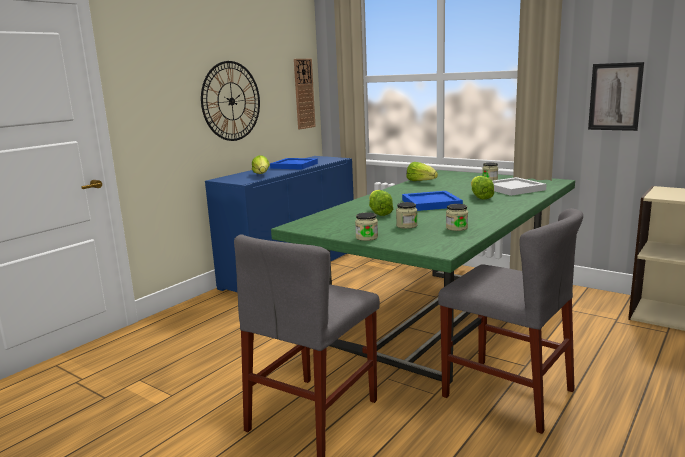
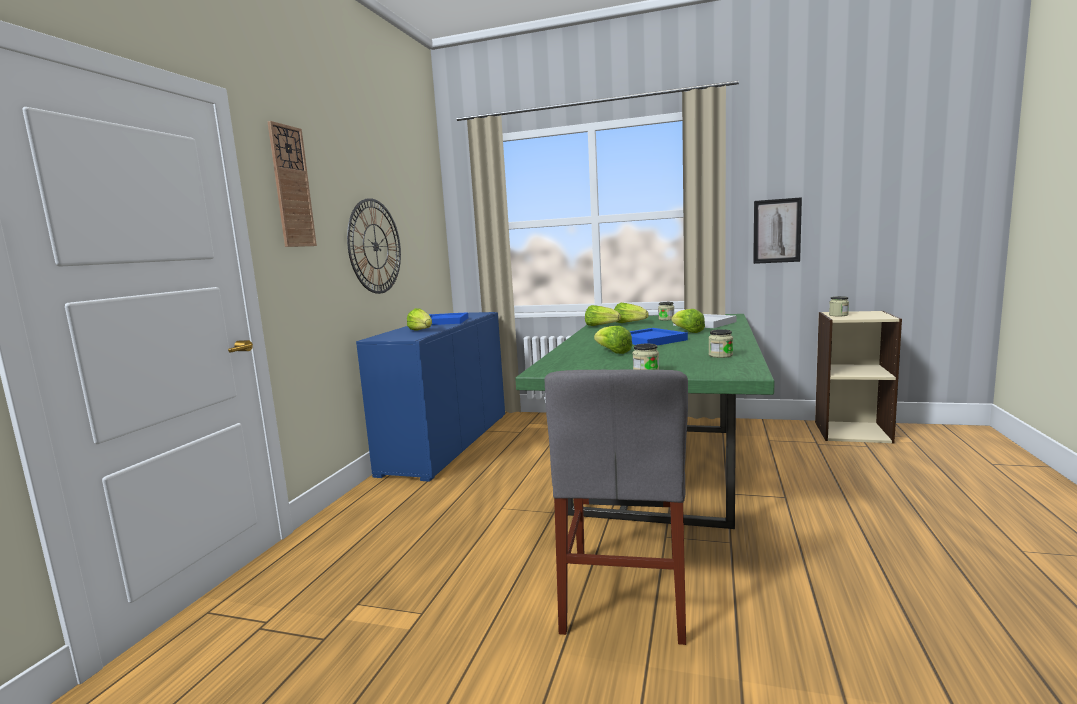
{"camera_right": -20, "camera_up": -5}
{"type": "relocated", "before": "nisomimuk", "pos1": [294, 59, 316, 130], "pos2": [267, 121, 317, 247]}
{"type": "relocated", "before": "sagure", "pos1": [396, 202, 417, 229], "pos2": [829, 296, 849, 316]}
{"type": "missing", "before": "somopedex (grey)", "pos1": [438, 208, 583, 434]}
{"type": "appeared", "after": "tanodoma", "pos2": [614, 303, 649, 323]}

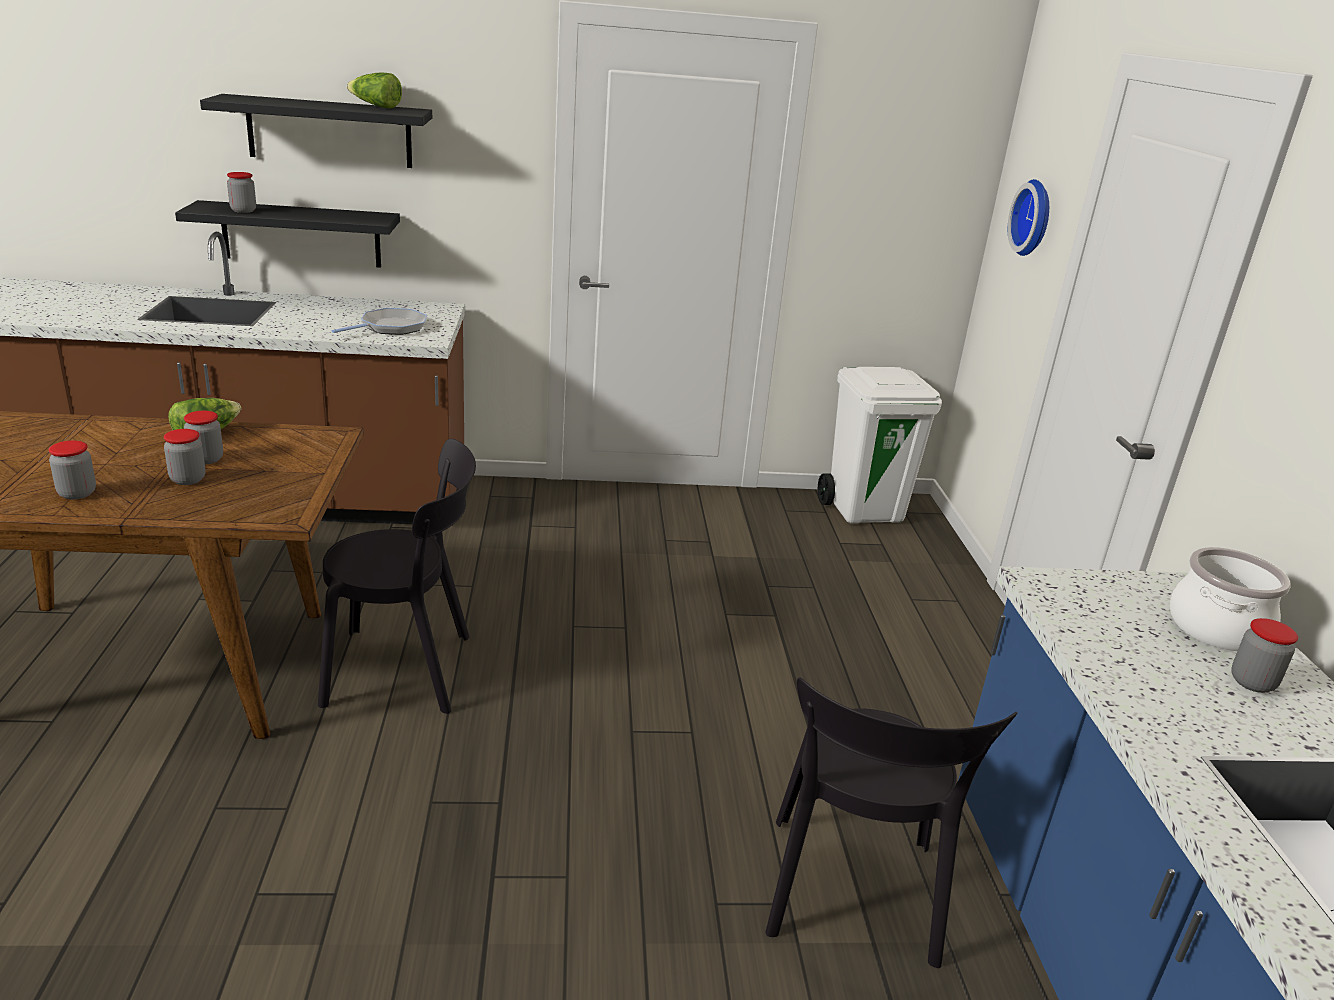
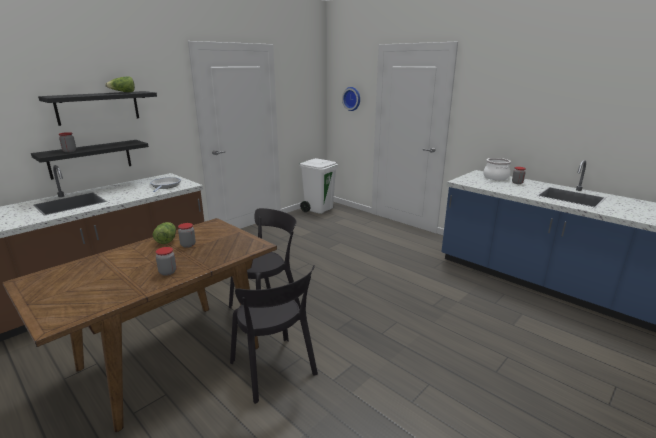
{"camera_right": -40, "camera_up": -5}
{"type": "missing", "before": "sagure", "pos1": [164, 429, 206, 485]}
{"type": "relocated", "before": "somopedex (black)", "pos1": [766, 677, 1017, 968], "pos2": [230, 265, 318, 404]}

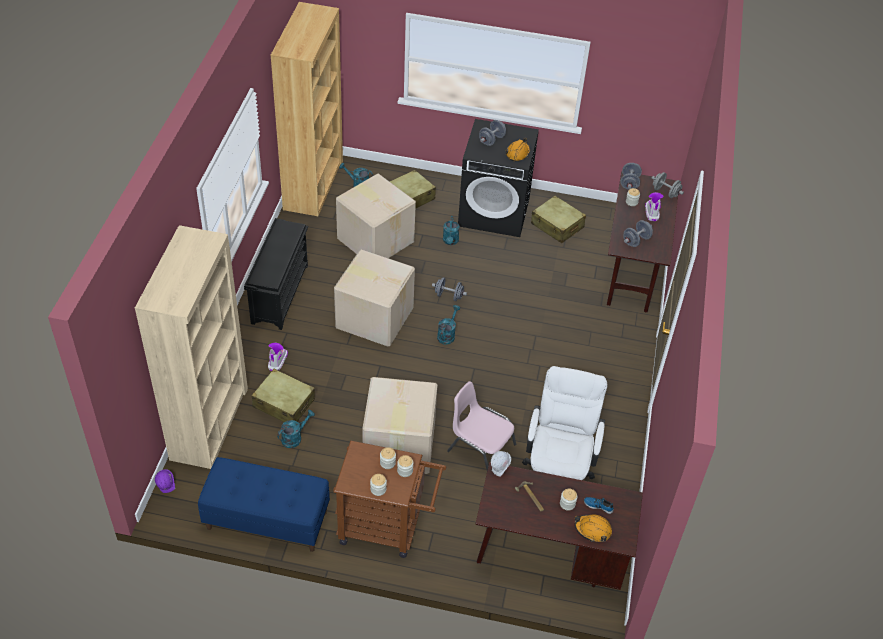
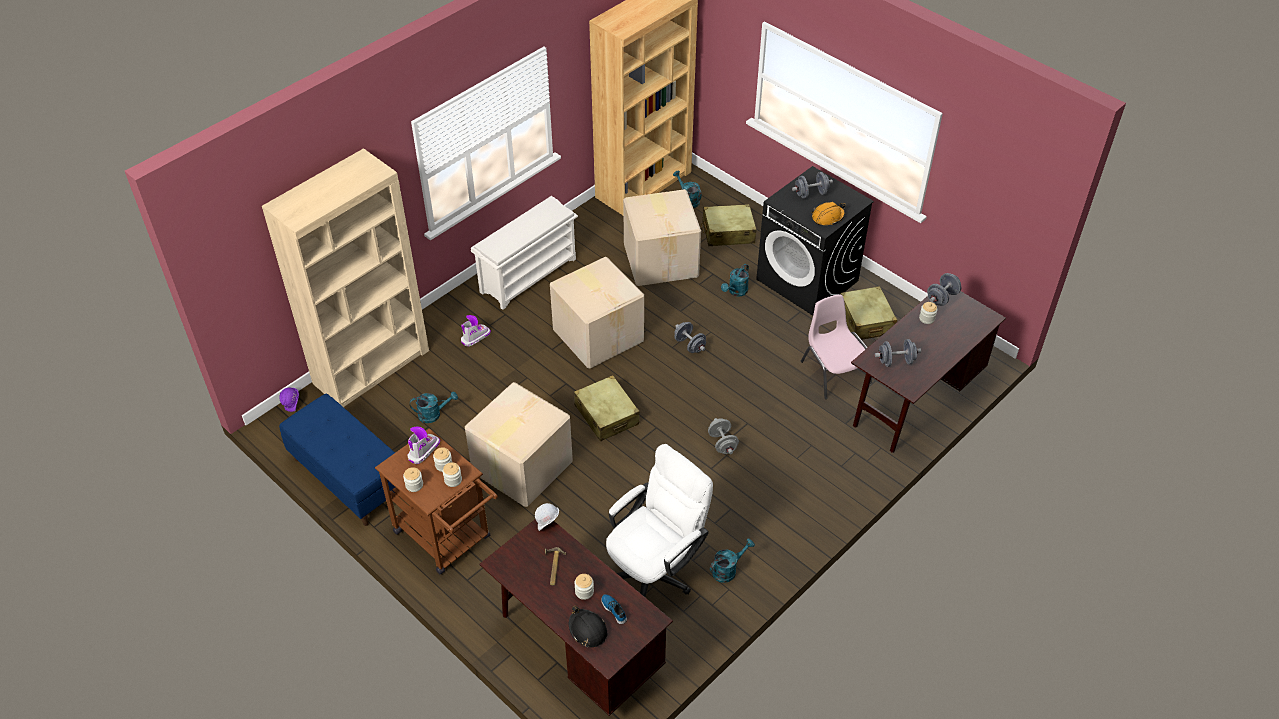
{"camera_right": 35, "camera_up": 0}
{"type": "relocated", "before": "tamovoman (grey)", "pos1": [652, 172, 684, 198], "pos2": [708, 418, 739, 454]}
{"type": "relocated", "before": "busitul", "pos1": [645, 192, 664, 221], "pos2": [407, 427, 440, 464]}
{"type": "colour", "before": "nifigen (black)", "after": "nifigen (white)", "pos1": [244, 218, 308, 330], "pos2": [471, 196, 578, 310]}
{"type": "relocated", "before": "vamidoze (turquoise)", "pos1": [437, 305, 460, 345], "pos2": [710, 538, 755, 583]}
{"type": "relocated", "before": "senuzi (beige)", "pos1": [252, 369, 315, 422], "pos2": [574, 375, 640, 442]}
{"type": "relocated", "before": "somopedex (pink)", "pos1": [447, 381, 516, 470], "pos2": [801, 294, 872, 399]}
{"type": "colour", "before": "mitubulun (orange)", "after": "mitubulun (black)", "pos1": [575, 515, 612, 542], "pos2": [569, 606, 607, 647]}

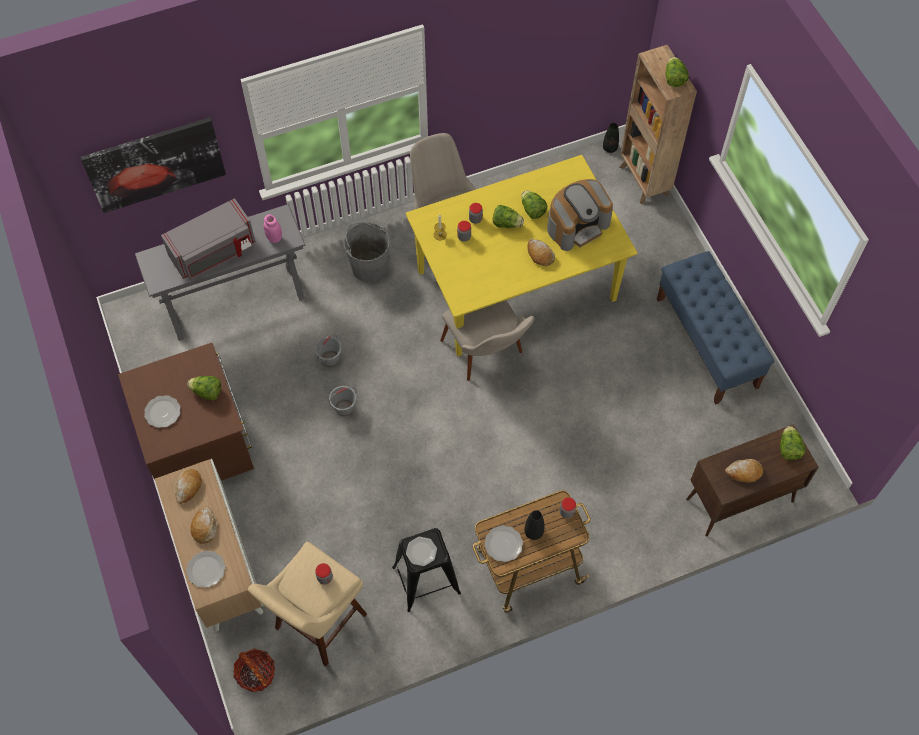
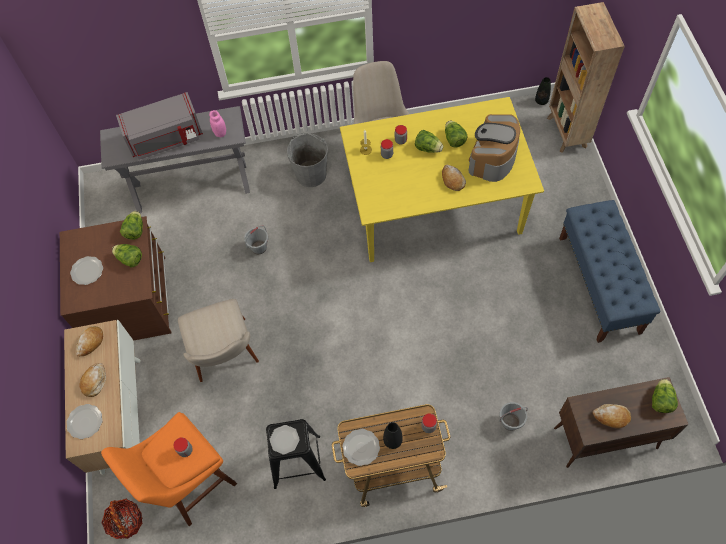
{"camera_right": 15, "camera_up": 0}
{"type": "relocated", "before": "tanodoma", "pos1": [665, 57, 689, 87], "pos2": [120, 211, 143, 240]}
{"type": "missing", "before": "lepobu", "pos1": [80, 117, 226, 213]}
{"type": "spun", "before": "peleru", "pos1": [547, 179, 613, 251], "pos2": [469, 114, 520, 182], "turn": 135}
{"type": "relocated", "before": "somopedex (beige)", "pos1": [440, 300, 534, 381], "pos2": [178, 299, 259, 382]}
{"type": "relocated", "before": "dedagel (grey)", "pos1": [329, 386, 357, 416], "pos2": [499, 402, 528, 431]}
{"type": "colour", "before": "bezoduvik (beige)", "after": "bezoduvik (orange)", "pos1": [248, 542, 367, 666], "pos2": [101, 412, 237, 526]}

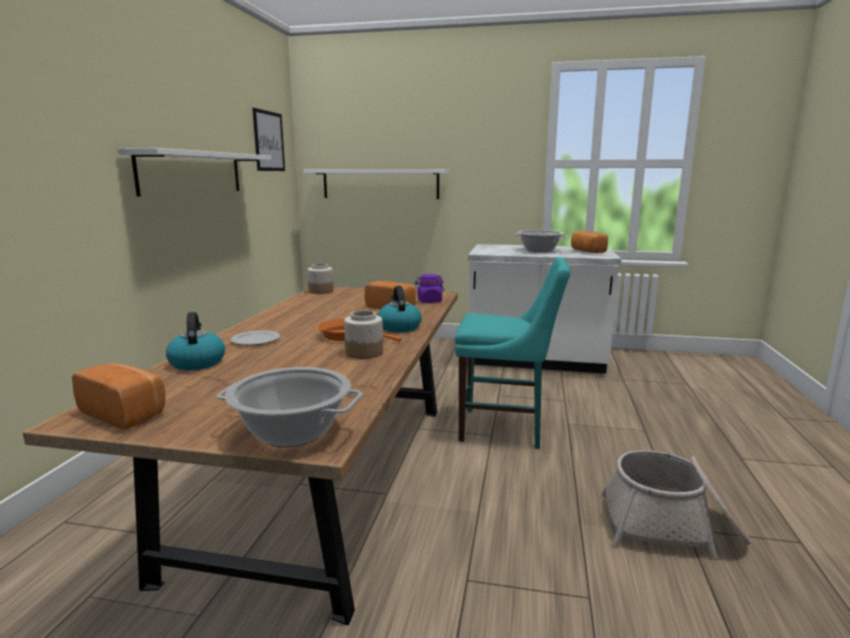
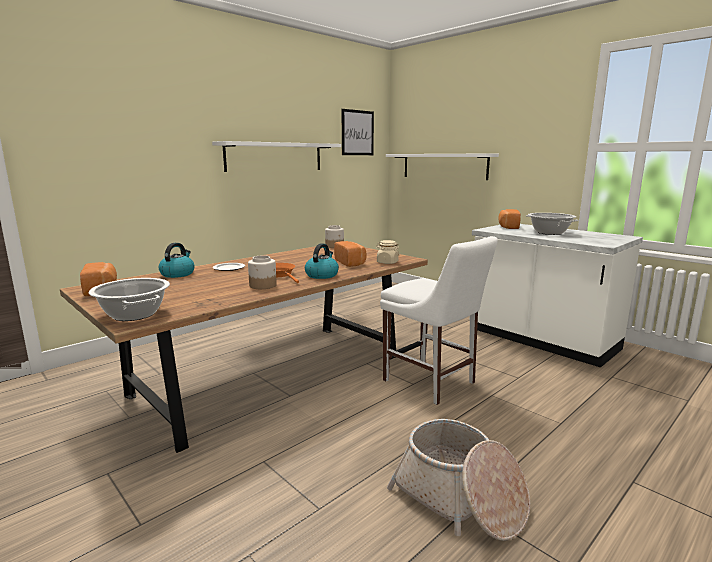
{"camera_right": 35, "camera_up": 0}
{"type": "relocated", "before": "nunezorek", "pos1": [571, 231, 608, 253], "pos2": [498, 209, 521, 229]}
{"type": "colour", "before": "somopedex (turquoise)", "after": "somopedex (white)", "pos1": [455, 257, 570, 449], "pos2": [380, 236, 498, 405]}
{"type": "colour", "before": "sagure (purple)", "after": "sagure (beige)", "pos1": [415, 274, 444, 303], "pos2": [376, 240, 400, 264]}

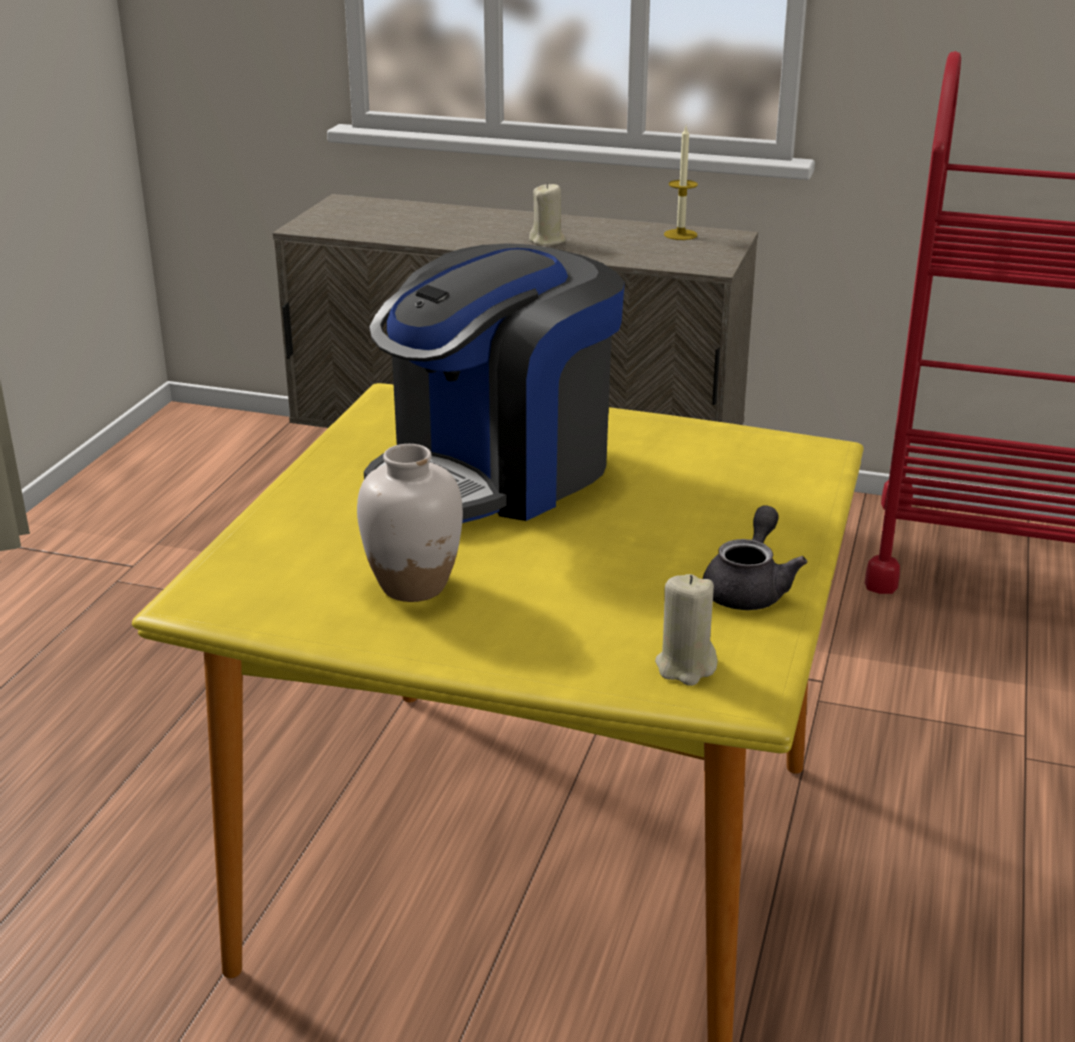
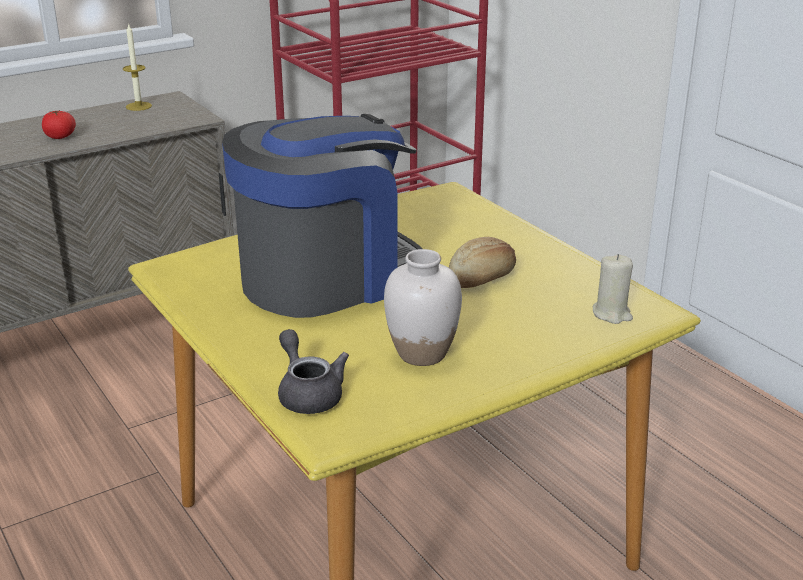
{"camera_right": -50, "camera_up": 0}
{"type": "exchanged", "before": "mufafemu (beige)", "after": "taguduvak", "pos1": [529, 183, 566, 246], "pos2": [42, 110, 76, 139]}
{"type": "spun", "before": "peleru", "pos1": [364, 243, 625, 523], "pos2": [222, 114, 422, 318], "turn": -120}
{"type": "relocated", "before": "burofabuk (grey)", "pos1": [703, 506, 807, 610], "pos2": [278, 329, 349, 414]}
{"type": "appeared", "after": "nunezorek", "pos2": [449, 237, 516, 288]}

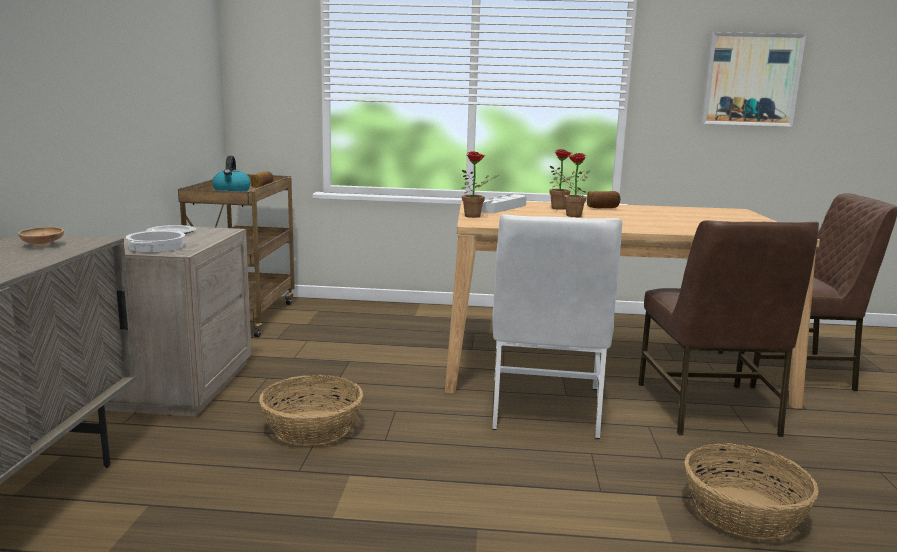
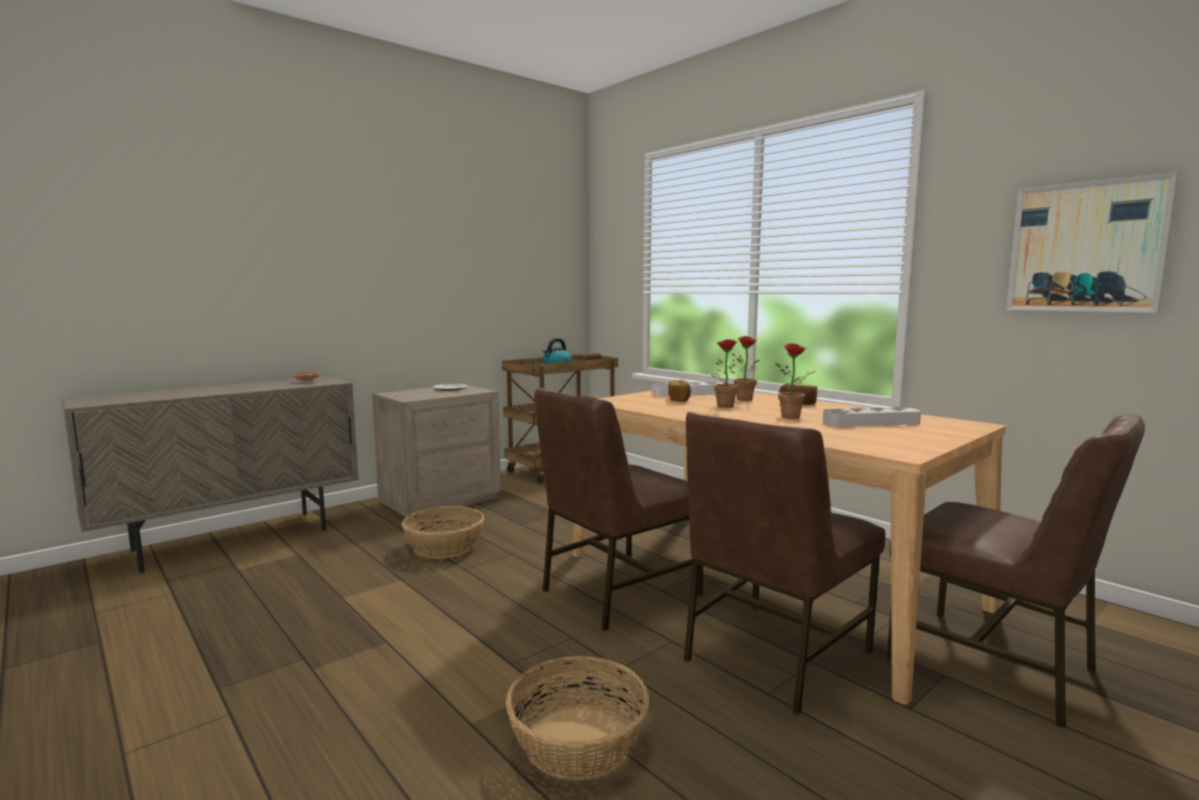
{"camera_right": 45, "camera_up": -5}
{"type": "relocated", "before": "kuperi", "pos1": [461, 151, 499, 218], "pos2": [775, 343, 815, 418]}
{"type": "colour", "before": "somopedex (white)", "after": "somopedex (brown)", "pos1": [492, 214, 622, 439], "pos2": [534, 388, 703, 631]}
{"type": "missing", "before": "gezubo", "pos1": [126, 229, 185, 252]}
{"type": "appeared", "after": "nunezorek", "pos2": [669, 380, 691, 402]}
{"type": "appeared", "after": "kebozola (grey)", "pos2": [823, 407, 921, 427]}

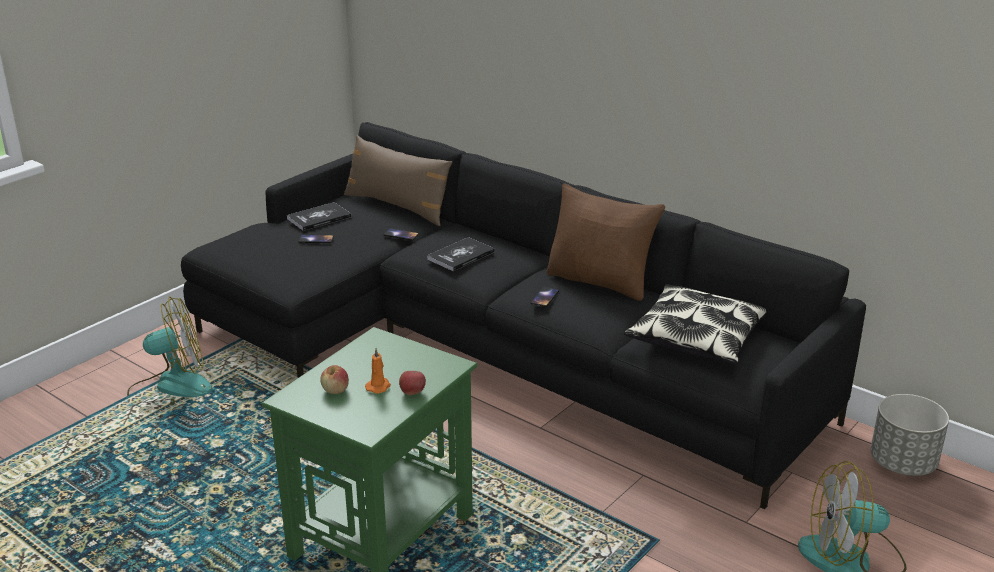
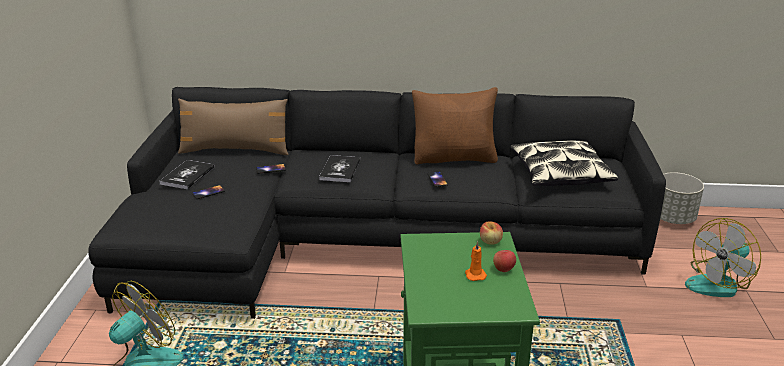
{"camera_right": -35, "camera_up": 0}
{"type": "relocated", "before": "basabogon", "pos1": [320, 365, 349, 394], "pos2": [480, 222, 503, 245]}

